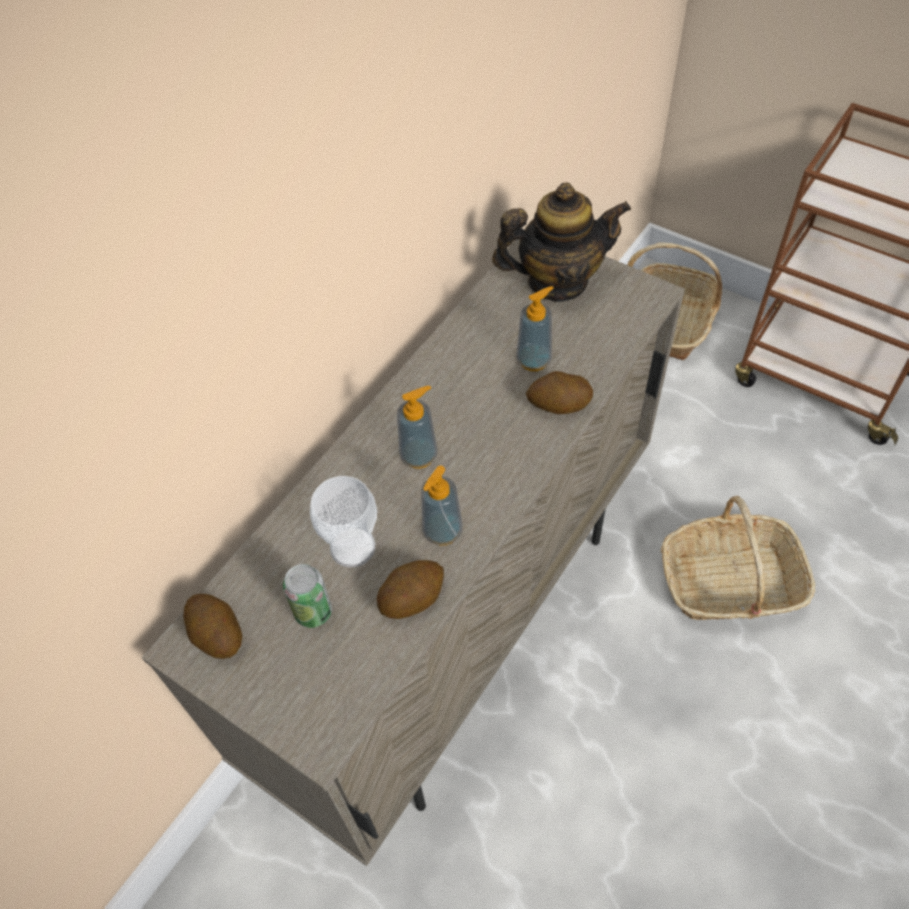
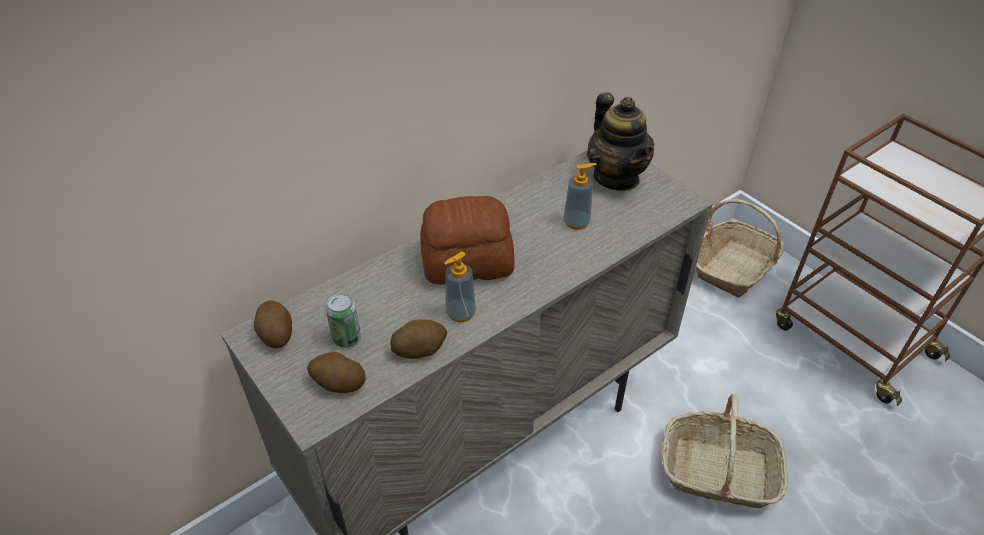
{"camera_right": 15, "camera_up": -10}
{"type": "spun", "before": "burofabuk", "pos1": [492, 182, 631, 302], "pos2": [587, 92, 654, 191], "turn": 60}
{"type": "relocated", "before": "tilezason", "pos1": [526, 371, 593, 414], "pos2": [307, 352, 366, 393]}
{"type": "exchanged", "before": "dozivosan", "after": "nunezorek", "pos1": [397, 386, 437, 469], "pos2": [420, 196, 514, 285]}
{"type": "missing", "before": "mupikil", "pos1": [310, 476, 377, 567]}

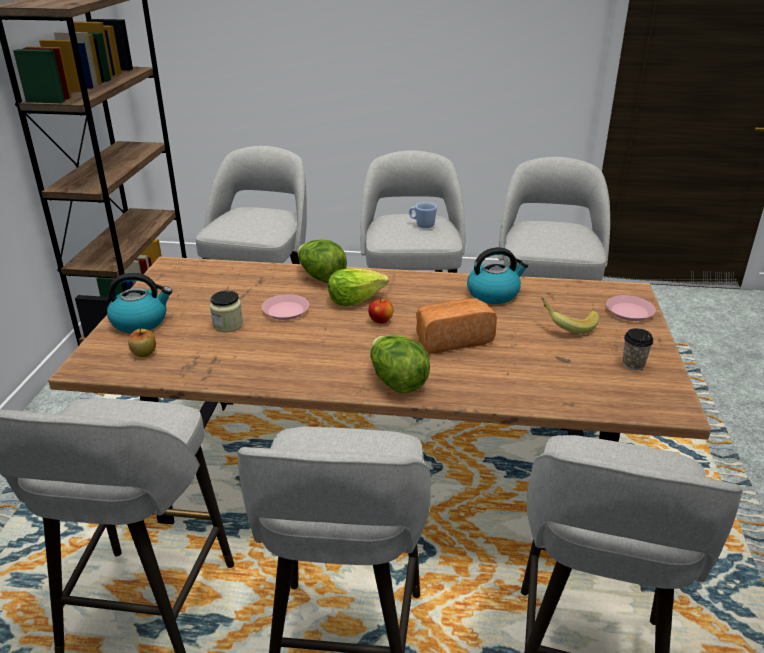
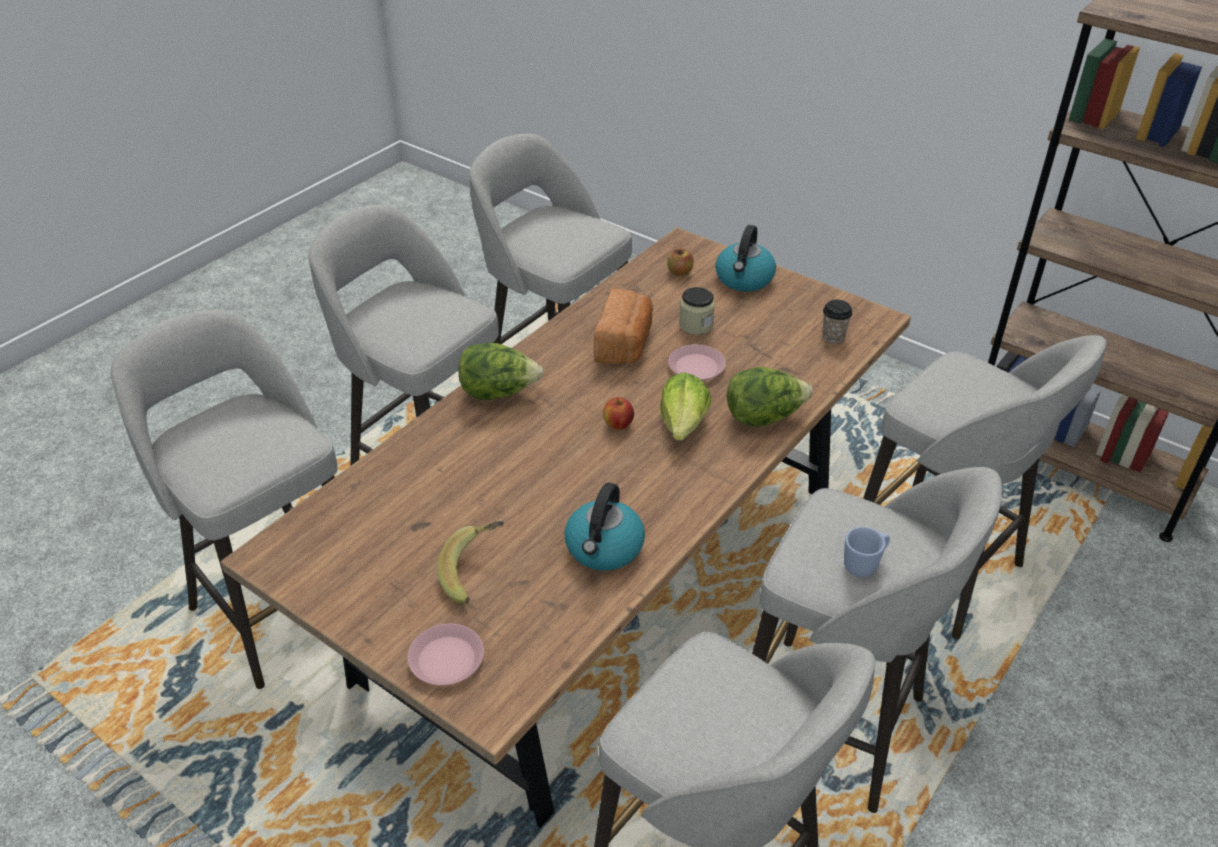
{"camera_right": 120, "camera_up": 10}
{"type": "relocated", "before": "nunezorek", "pos1": [416, 298, 497, 354], "pos2": [594, 288, 653, 364]}
{"type": "relocated", "before": "mupikil", "pos1": [622, 328, 654, 370], "pos2": [822, 300, 852, 343]}

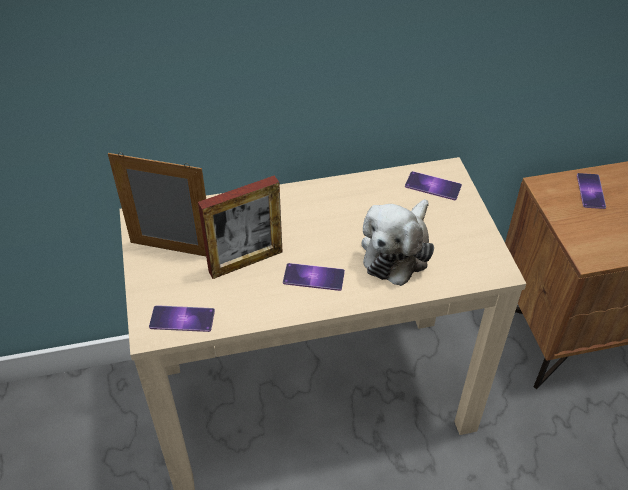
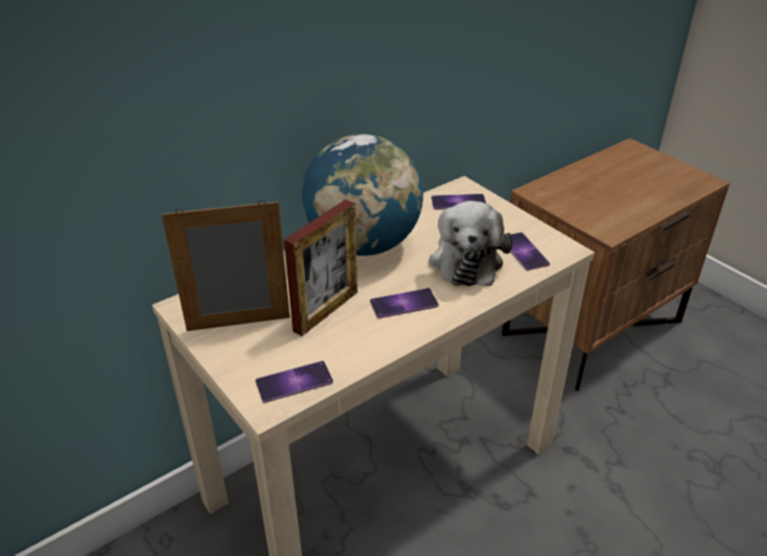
{"camera_right": -25, "camera_up": -10}
{"type": "relocated", "before": "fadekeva", "pos1": [577, 173, 606, 209], "pos2": [510, 232, 550, 270]}
{"type": "appeared", "after": "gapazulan", "pos2": [302, 134, 423, 256]}

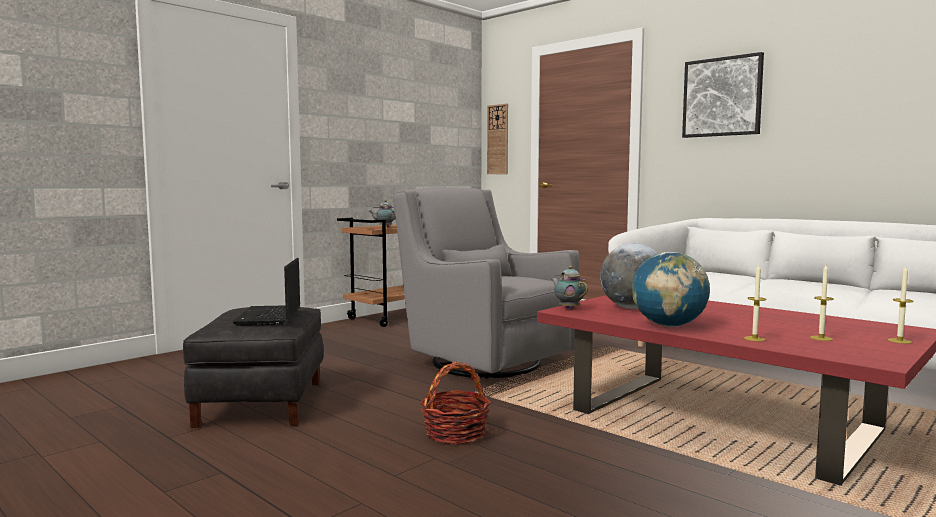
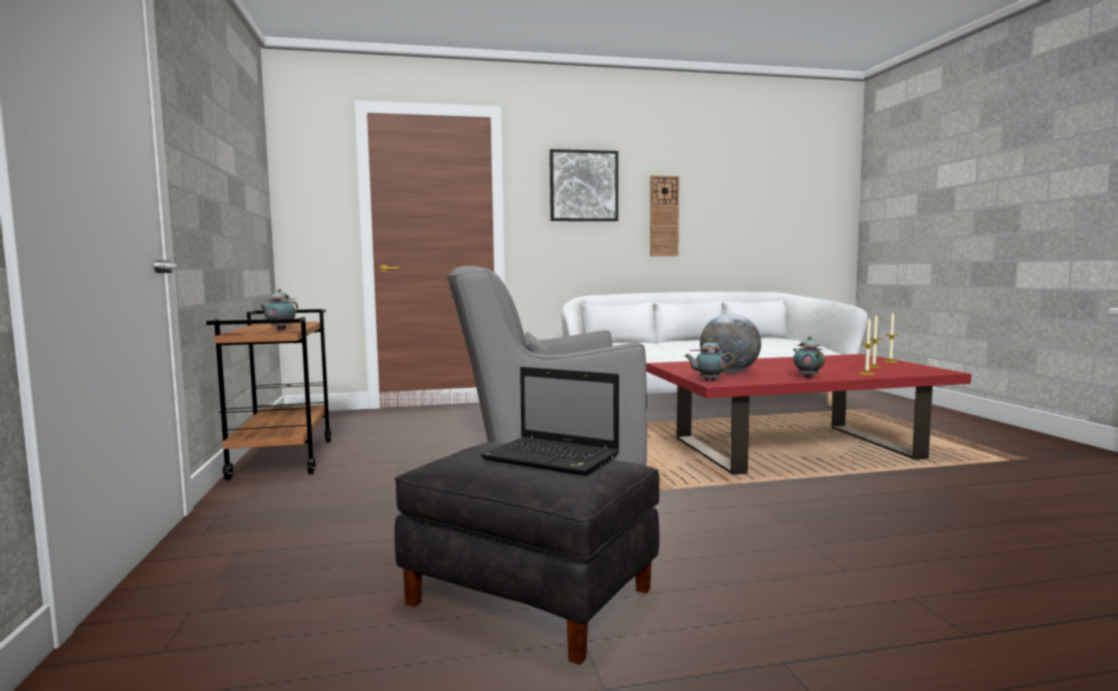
{"camera_right": -55, "camera_up": 0}
{"type": "relocated", "before": "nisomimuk", "pos1": [487, 104, 508, 174], "pos2": [650, 175, 679, 256]}
{"type": "exchanged", "before": "gapazulan", "after": "burofabuk", "pos1": [632, 252, 710, 327], "pos2": [793, 336, 825, 378]}
{"type": "missing", "before": "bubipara", "pos1": [420, 361, 491, 444]}

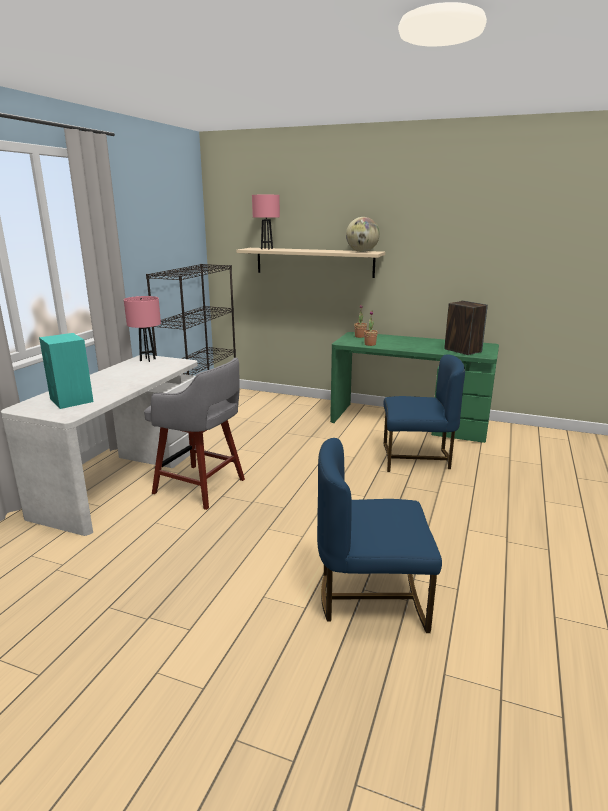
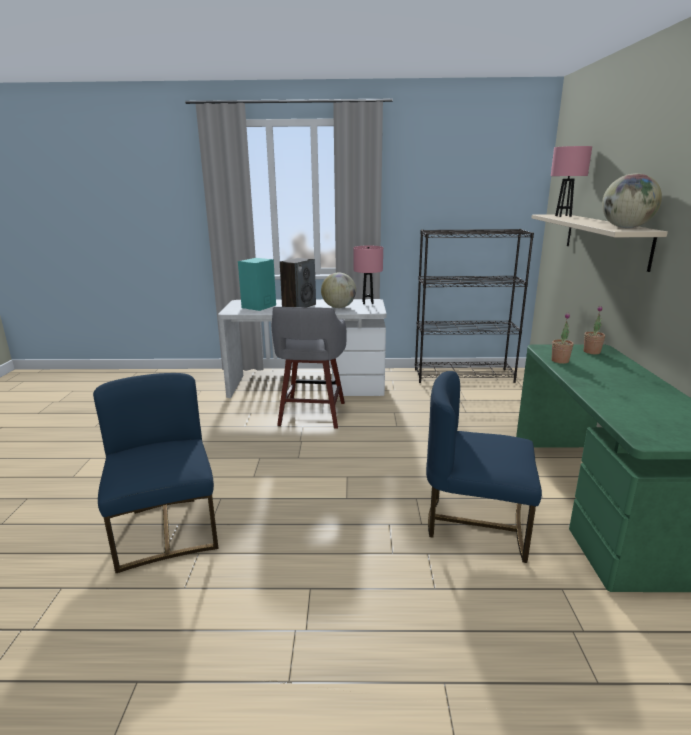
{"camera_right": 70, "camera_up": 0}
{"type": "relocated", "before": "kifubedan", "pos1": [444, 301, 488, 355], "pos2": [280, 258, 316, 307]}
{"type": "spun", "before": "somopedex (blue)", "pos1": [383, 354, 465, 472], "pos2": [426, 371, 542, 563], "turn": 120}
{"type": "appeared", "after": "gapazulan", "pos2": [321, 272, 356, 308]}

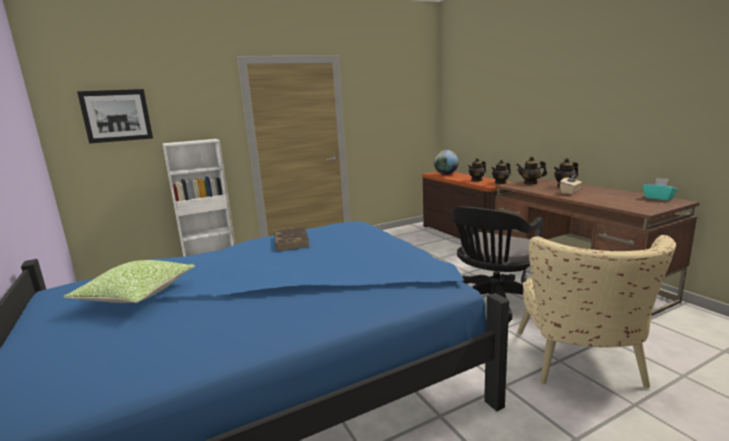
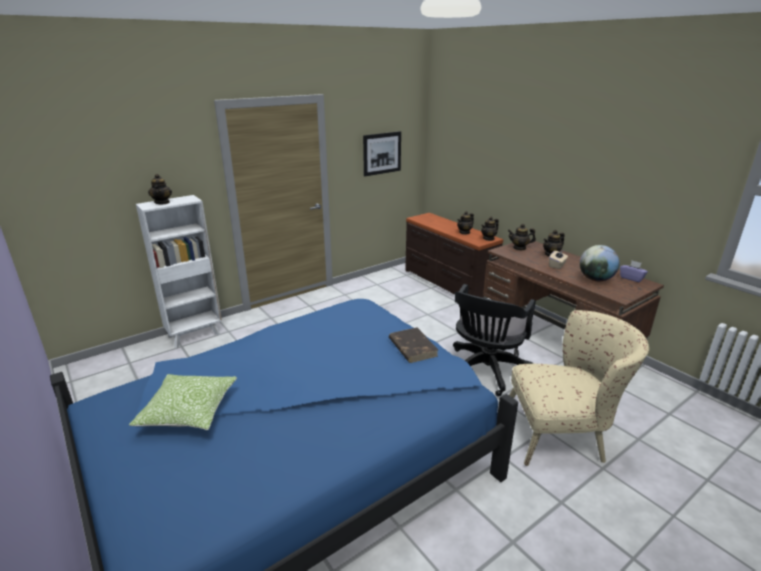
{"camera_right": -10, "camera_up": 10}
{"type": "relocated", "before": "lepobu", "pos1": [77, 89, 153, 143], "pos2": [363, 131, 401, 176]}
{"type": "relocated", "before": "gapazulan", "pos1": [434, 150, 459, 175], "pos2": [580, 245, 620, 281]}
{"type": "colour", "before": "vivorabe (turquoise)", "after": "vivorabe (purple)", "pos1": [643, 178, 678, 201], "pos2": [620, 260, 648, 282]}
{"type": "relocated", "before": "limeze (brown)", "pos1": [274, 227, 310, 251], "pos2": [389, 327, 438, 363]}
{"type": "spun", "before": "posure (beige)", "pos1": [517, 235, 676, 388], "pos2": [509, 310, 649, 466], "turn": -90}
{"type": "appeared", "after": "burofabuk", "pos2": [148, 174, 172, 204]}

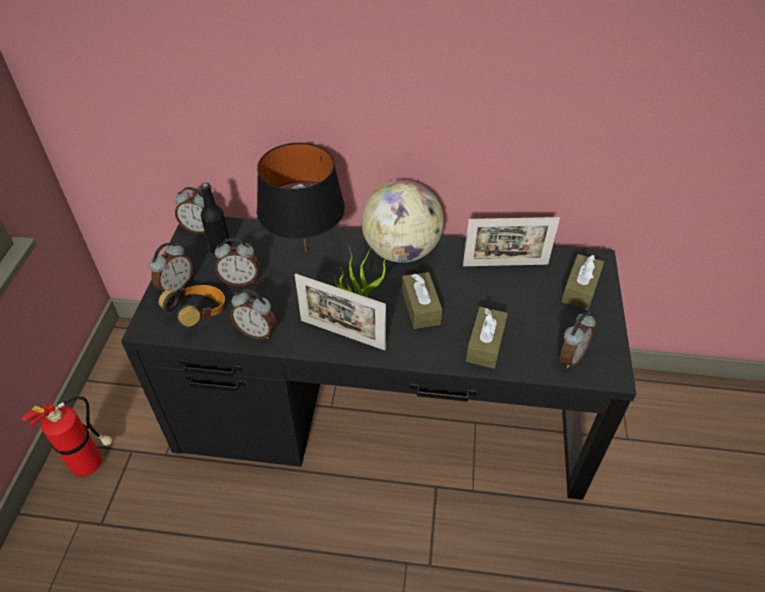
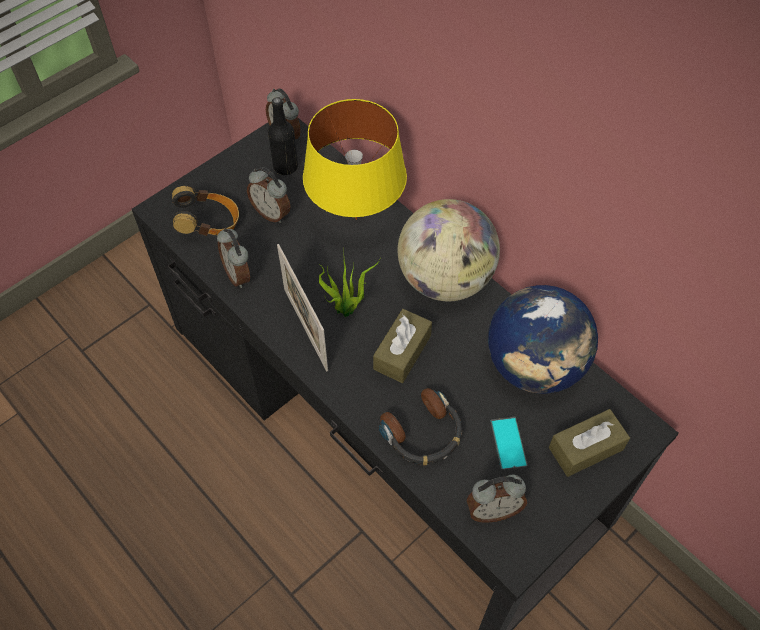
{"camera_right": 40, "camera_up": 10}
{"type": "colour", "before": "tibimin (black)", "after": "tibimin (yellow)", "pos1": [257, 143, 345, 251], "pos2": [303, 99, 407, 220]}
{"type": "exchanged", "before": "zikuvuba", "after": "gapazulan", "pos1": [463, 217, 560, 266], "pos2": [488, 285, 598, 394]}
{"type": "missing", "before": "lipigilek", "pos1": [149, 243, 193, 292]}
{"type": "exchanged", "before": "vivorabe (brown)", "after": "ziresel", "pos1": [466, 307, 508, 369], "pos2": [379, 388, 462, 465]}
{"type": "missing", "before": "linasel", "pos1": [22, 396, 112, 476]}
{"type": "appeared", "after": "fadekeva", "pos2": [490, 417, 527, 470]}

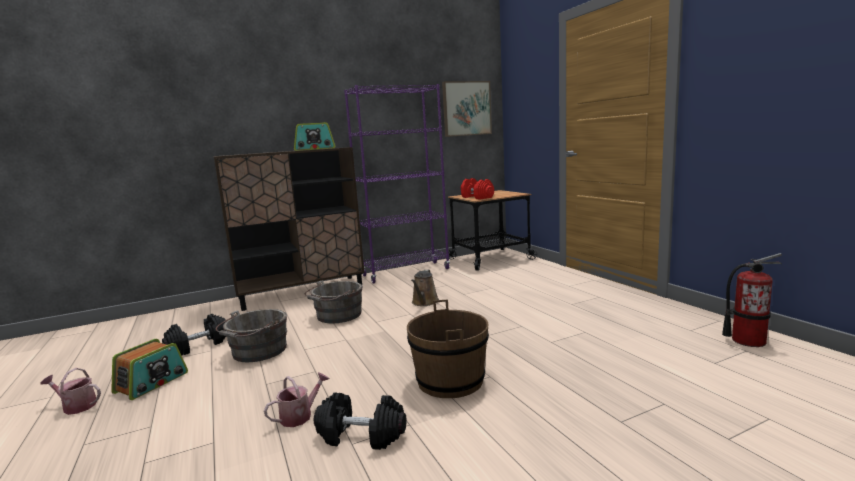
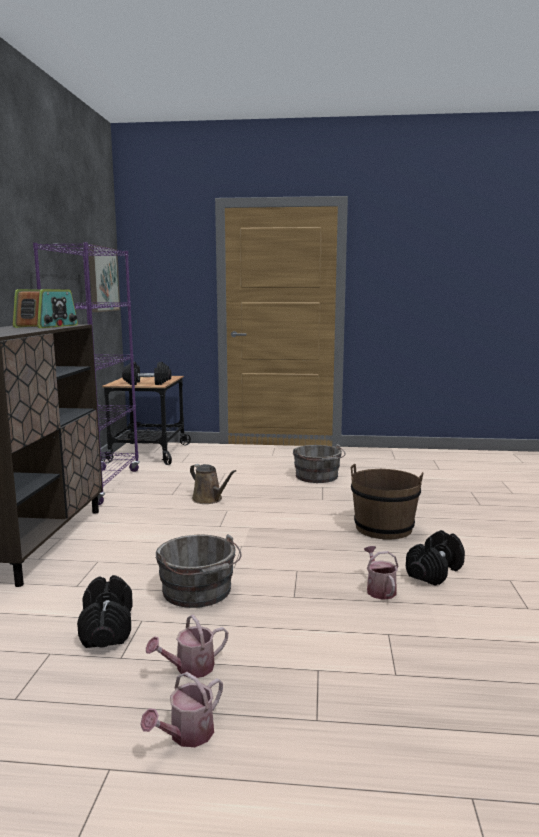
{"camera_right": -60, "camera_up": 0}
{"type": "colour", "before": "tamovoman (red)", "after": "tamovoman (black)", "pos1": [461, 178, 494, 199], "pos2": [122, 362, 171, 385]}
{"type": "missing", "before": "linasel", "pos1": [722, 253, 782, 347]}
{"type": "relocated", "before": "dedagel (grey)", "pos1": [305, 280, 362, 324], "pos2": [293, 444, 346, 483]}
{"type": "exchanged", "before": "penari", "after": "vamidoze", "pos1": [111, 339, 188, 400], "pos2": [146, 615, 228, 678]}

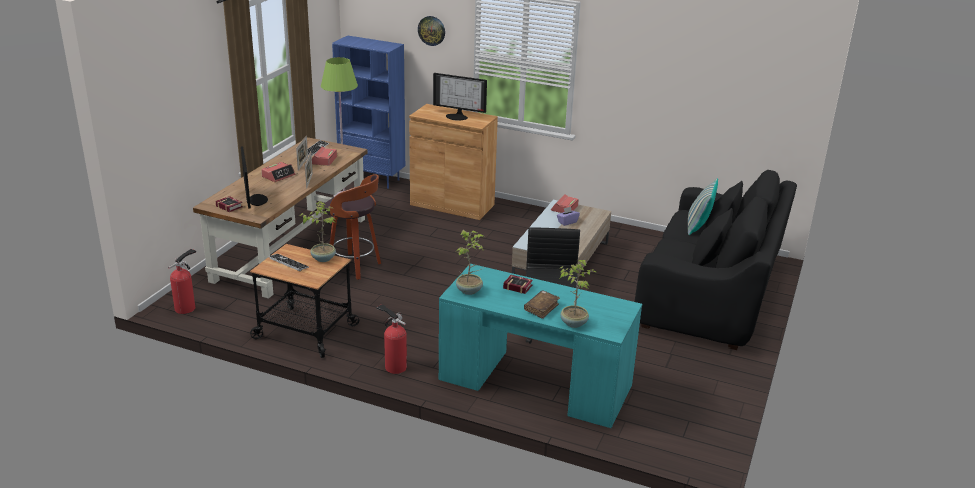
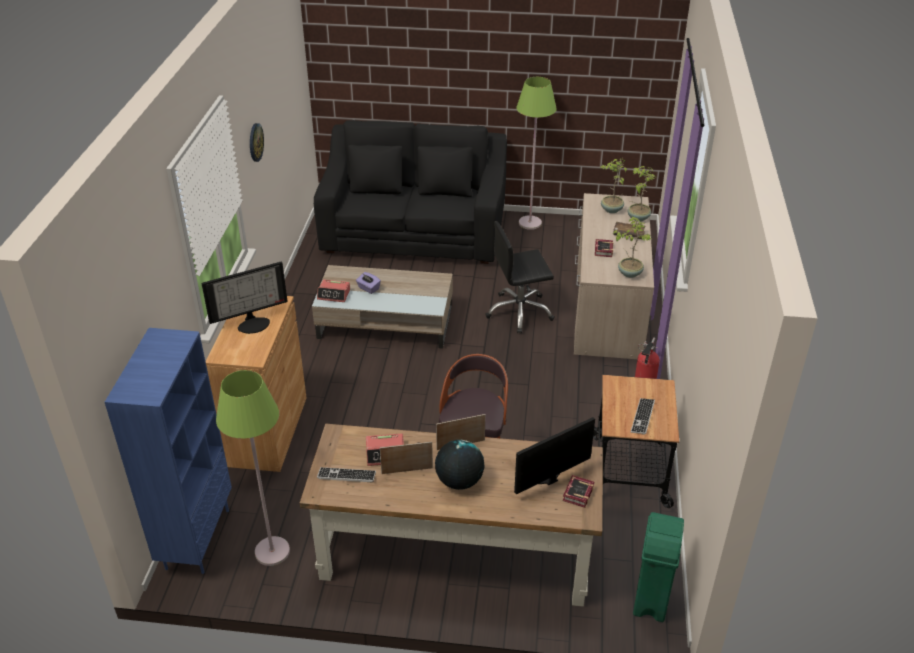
{"camera_right": -105, "camera_up": 10}
{"type": "relocated", "before": "nisomimuk", "pos1": [418, 16, 445, 46], "pos2": [250, 123, 264, 162]}
{"type": "spun", "before": "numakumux", "pos1": [433, 73, 487, 121], "pos2": [201, 262, 288, 334], "turn": 60}
{"type": "exchanged", "before": "lipigilek", "after": "gapazulan", "pos1": [261, 162, 295, 182], "pos2": [435, 440, 485, 490]}
{"type": "missing", "before": "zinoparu", "pos1": [688, 178, 718, 235]}
{"type": "relocated", "before": "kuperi", "pos1": [300, 201, 336, 262], "pos2": [601, 158, 627, 213]}
{"type": "exchanged", "before": "linasel", "after": "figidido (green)", "pos1": [168, 249, 196, 314], "pos2": [633, 512, 684, 622]}
{"type": "colour", "before": "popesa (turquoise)", "after": "popesa (beige)", "pos1": [439, 264, 642, 428], "pos2": [574, 193, 654, 359]}
{"type": "appeared", "after": "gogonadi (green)", "pos2": [516, 77, 557, 230]}

